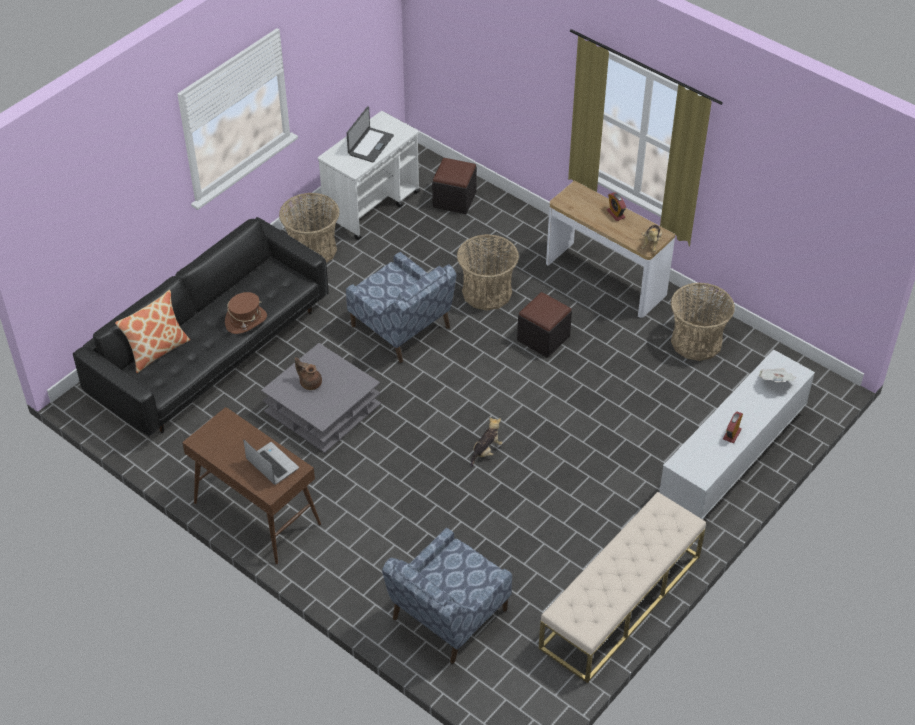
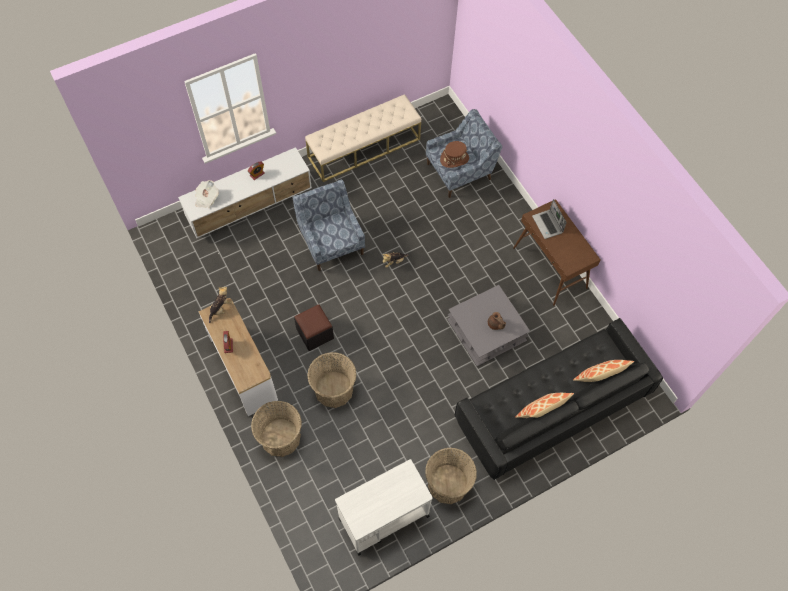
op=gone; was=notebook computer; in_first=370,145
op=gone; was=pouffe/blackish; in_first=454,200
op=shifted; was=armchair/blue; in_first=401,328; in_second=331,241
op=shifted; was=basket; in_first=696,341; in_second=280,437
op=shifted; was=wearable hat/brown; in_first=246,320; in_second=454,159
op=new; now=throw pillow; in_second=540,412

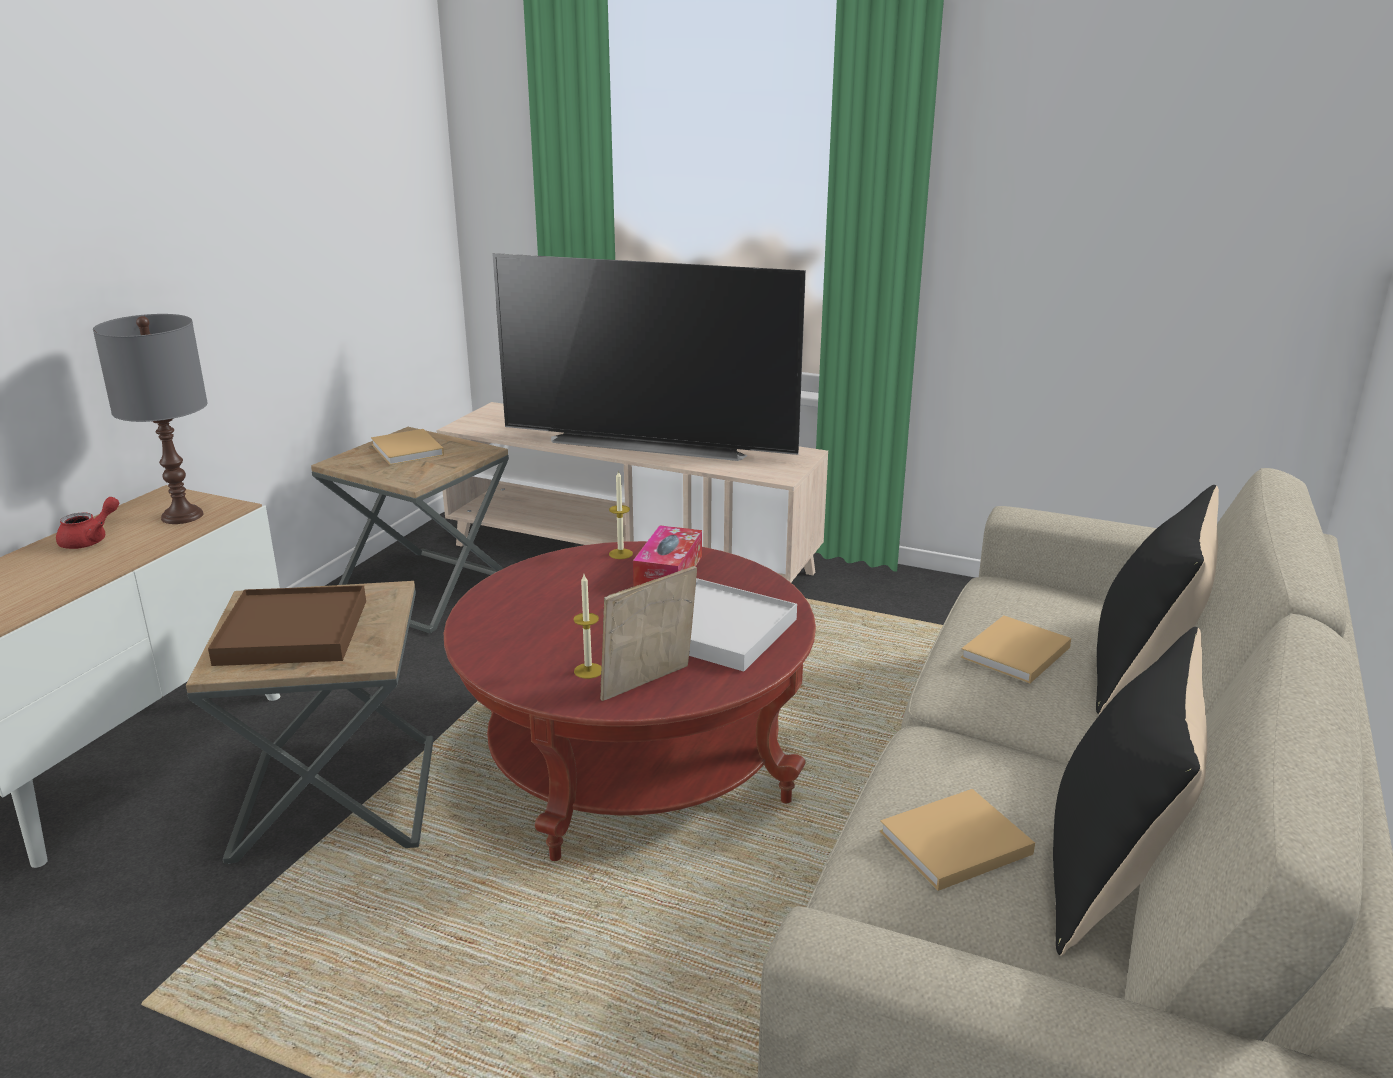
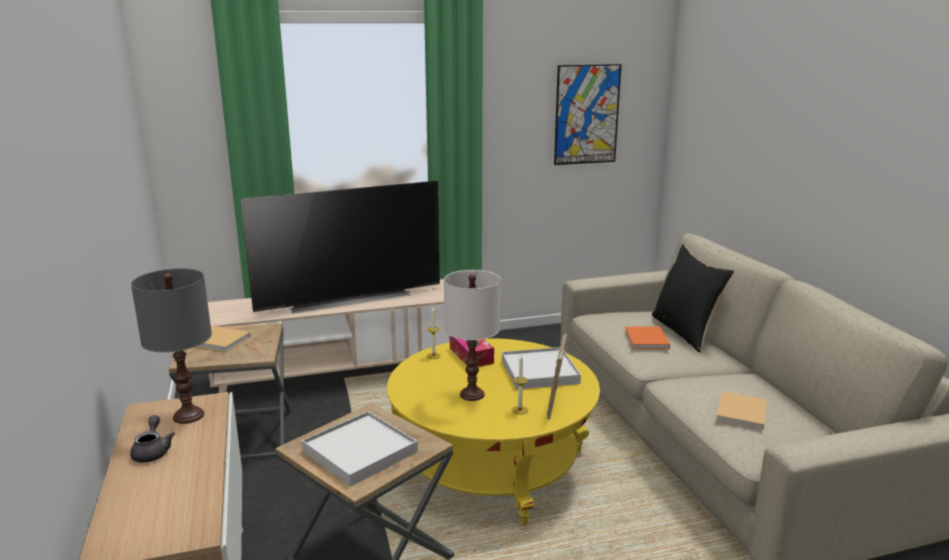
op=repainted; was=teapot/red-coloured; now=teapot/gray; in_first=90,540; in_second=152,451
op=repainted; was=low table/red-coloured; now=low table/yellow-coloured; in_first=634,762; in_second=492,467
op=repainted; was=carrying tray/brown; now=carrying tray/whitish; in_first=292,632; in_second=360,452
op=repainted; was=volume/beige; now=volume/orange; in_first=1014,654; in_second=646,340
op=gone; was=throw pillow/blackish; in_first=1111,873
op=new; now=wall art; in_second=586,115
op=new; now=table lamp/whitish; in_second=472,395

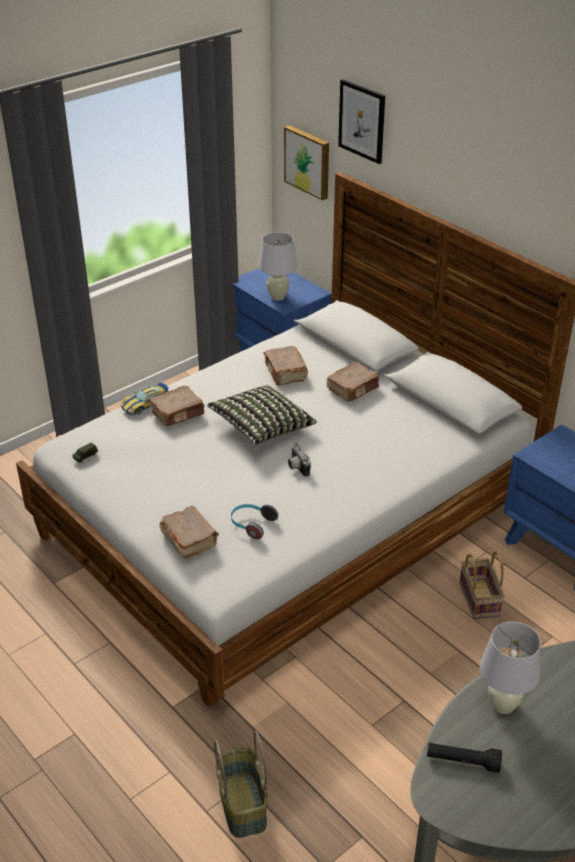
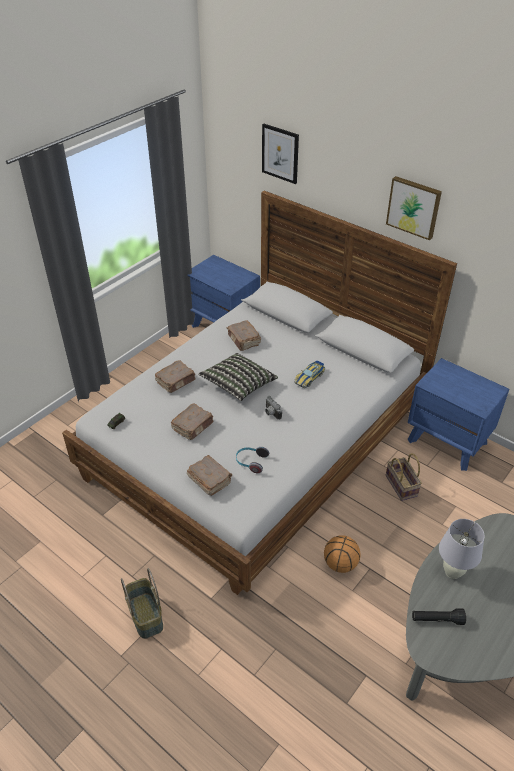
op=shifted; was=wall art; in_first=308,161; in_second=414,207
op=gone; was=table lamp/whitish; in_first=277,297
op=shifted; was=volume/brown; in_first=353,389; in_second=193,426
op=shifted; was=model car; in_first=146,403; in_second=309,377
op=shifted; was=basket; in_first=243,805; in_second=146,615
op=new; now=basketball ball; in_second=341,564

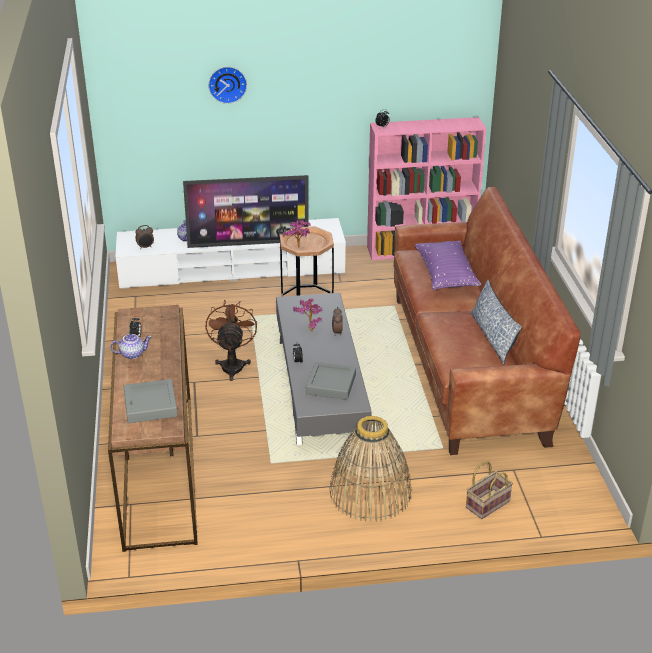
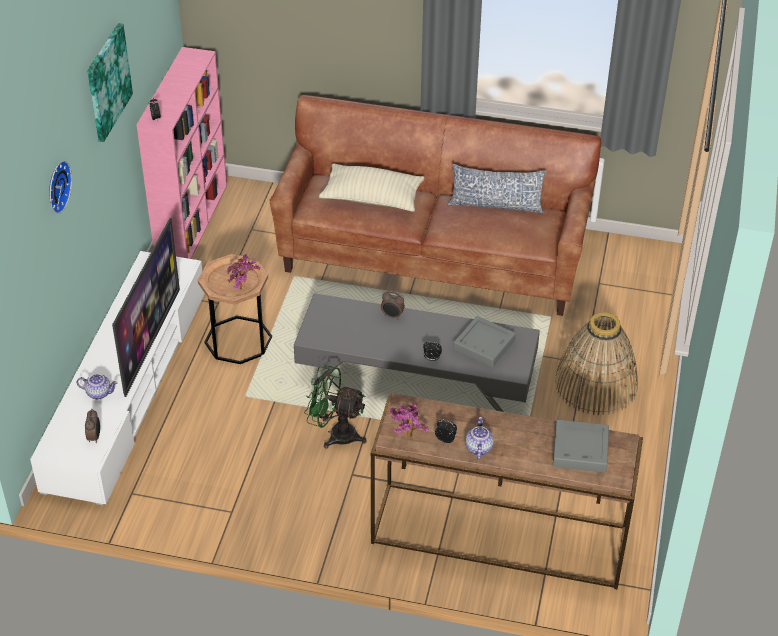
op=repainted; was=throw pillow/purple-coloured; now=throw pillow/beige; in_first=446,275; in_second=372,198
op=shifted; was=plant in a pot; in_first=309,330; in_second=406,439
op=repainted; was=cooling fan/brown; now=cooling fan/greenish; in_first=233,364; in_second=335,434
op=gone; was=basket; in_first=488,503
op=new; now=wall art; in_second=107,82

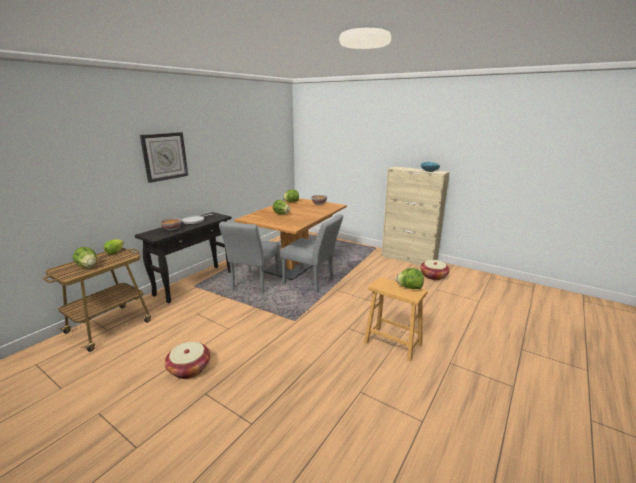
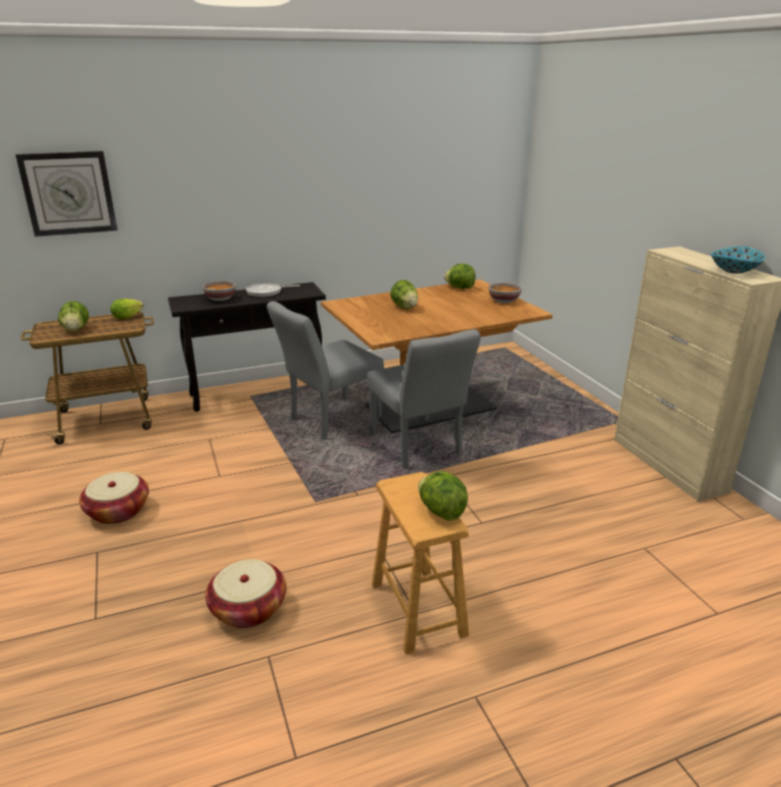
op=shifted; was=hanging clock; in_first=164,156; in_second=69,193
op=shifted; was=basket; in_first=433,276; in_second=248,609

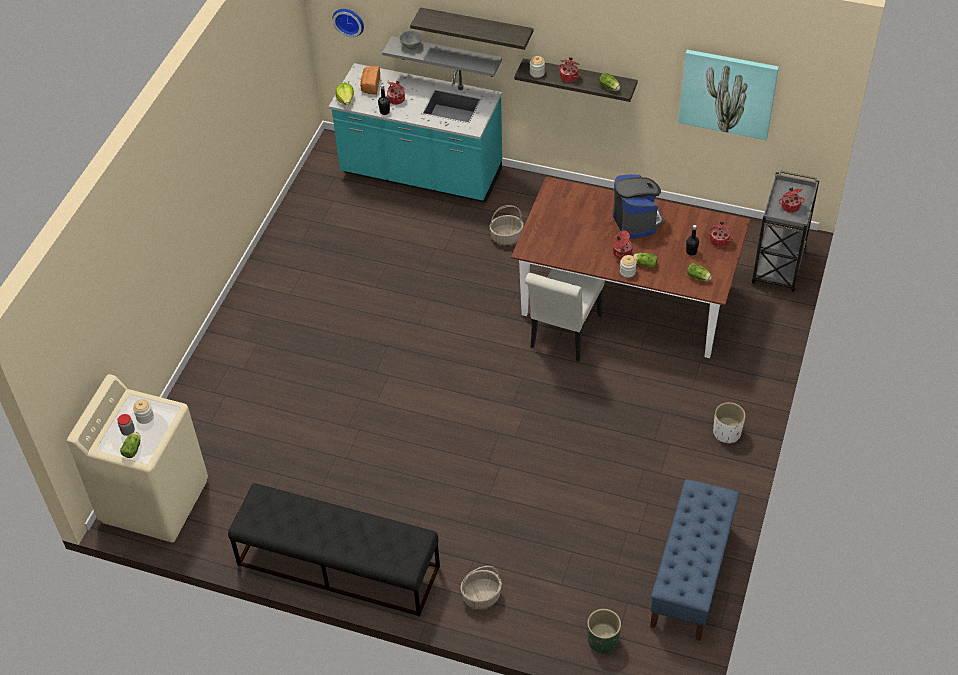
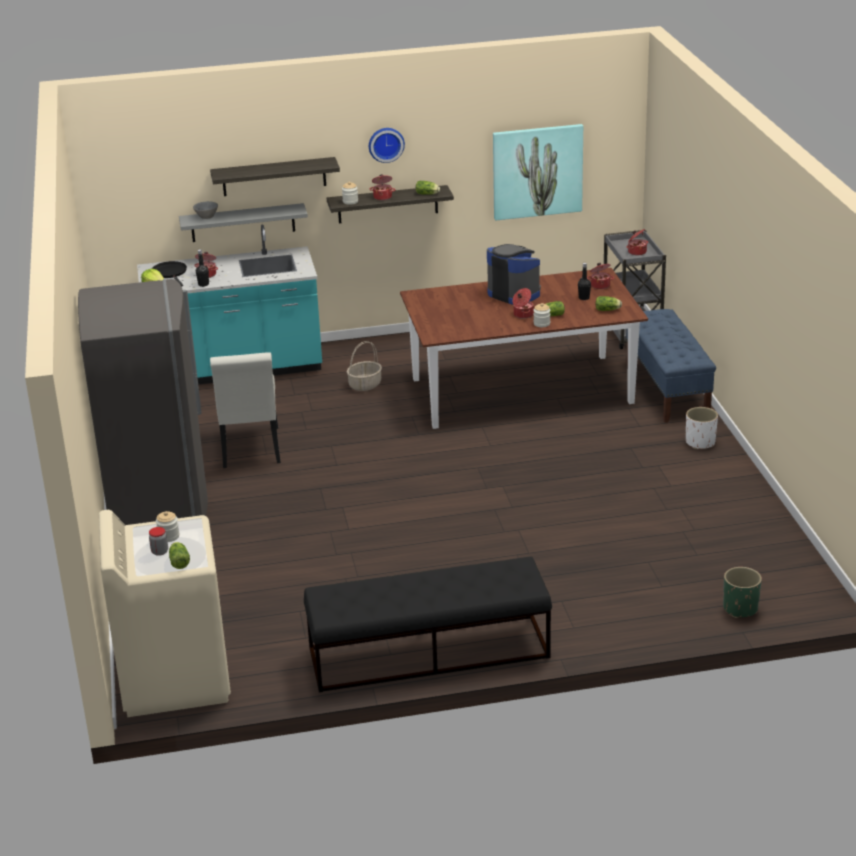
op=shifted; was=hanging clock; in_first=349,20; in_second=386,144
op=swapped; was=baked bread; now=skillet/blackish; in_first=370,86; in_second=170,273
op=shifted; was=chair/whitish; in_first=563,335; in_second=251,451
op=shifted; was=long seat/blue; in_first=691,576; in_second=667,390
op=gone; was=basket; in_first=481,596
op=new; now=fridge/gray; in_second=157,504

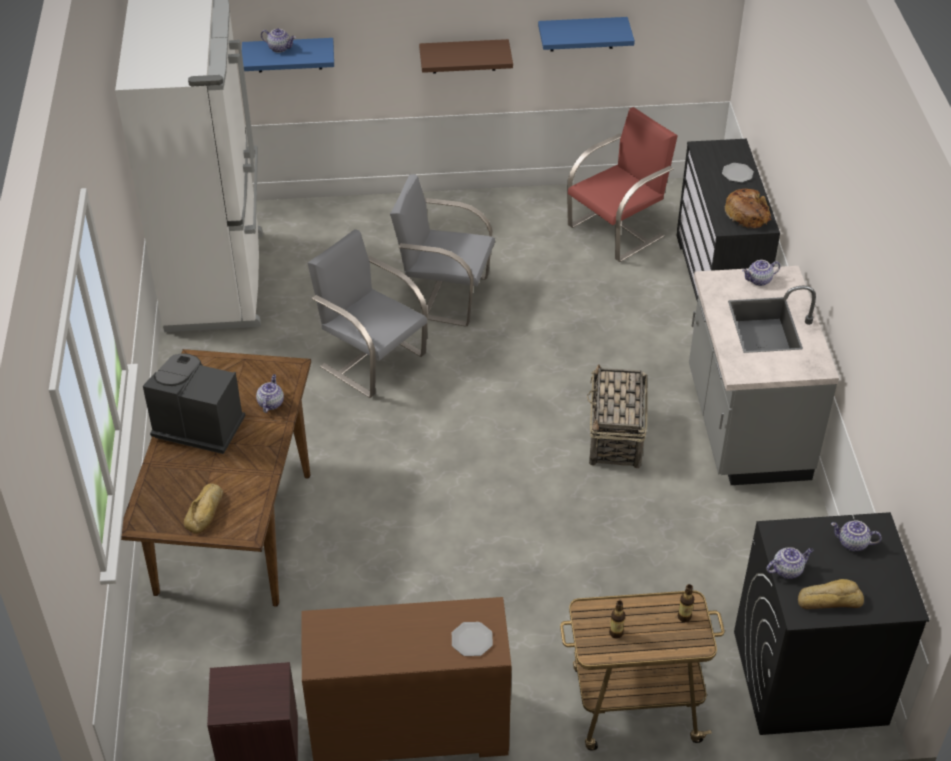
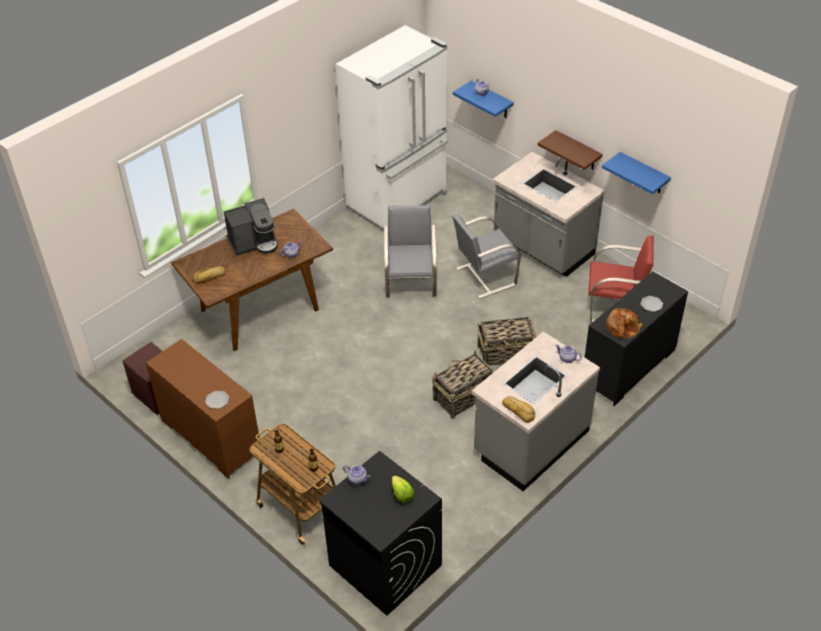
op=rotated; was=chair/gray; in_first=444,295; in_second=484,277; clockwise=-90
op=rotated; was=coffee machine; in_first=198,426; in_second=254,243; clockwise=90
op=swapped; was=teapot; now=lettuce; in_first=852,544; in_second=402,494
op=shifted; was=baked bread; in_first=829,599; in_second=518,410
op=new; now=kitchen base unit/gray; in_second=542,248
op=new; now=basket; in_second=506,353

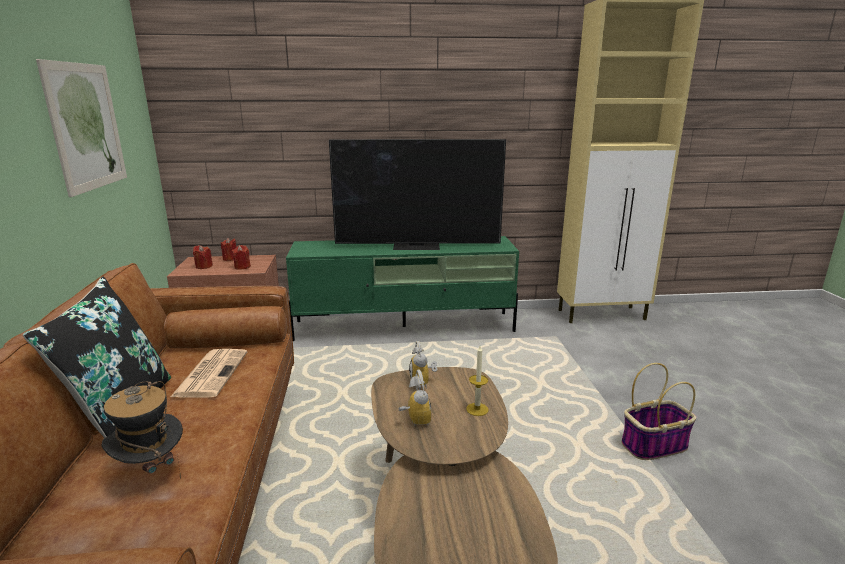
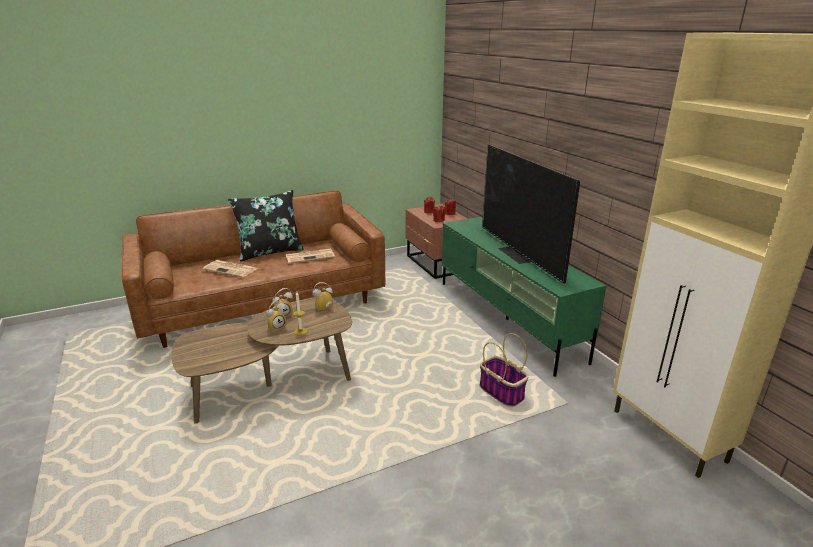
op=gone; was=wall art; in_first=86,126
op=shifted; was=basket; in_first=654,445; in_second=502,392
op=swapped; was=wearable hat; now=printed paper; in_first=151,470; in_second=231,269
op=new; now=bedside clock; in_second=276,327

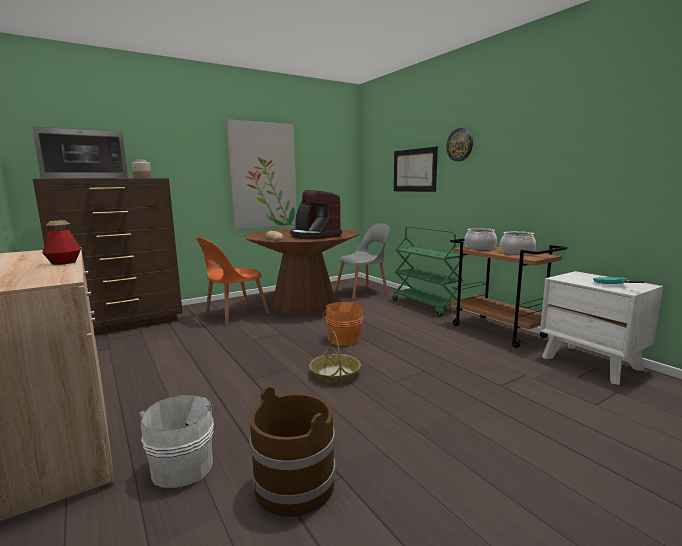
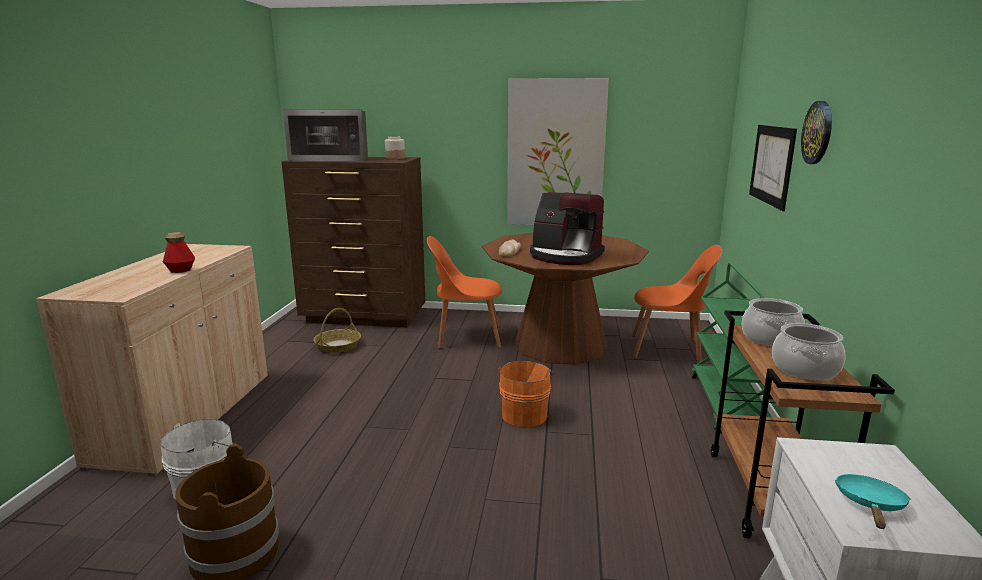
op=rotated; was=coffee machine; in_first=314,236; in_second=565,256; clockwise=-60
op=repainted; was=chair/gray; now=chair/orange; in_first=363,292; in_second=669,349
op=shifted; was=basket; in_first=335,374; in_second=338,346

